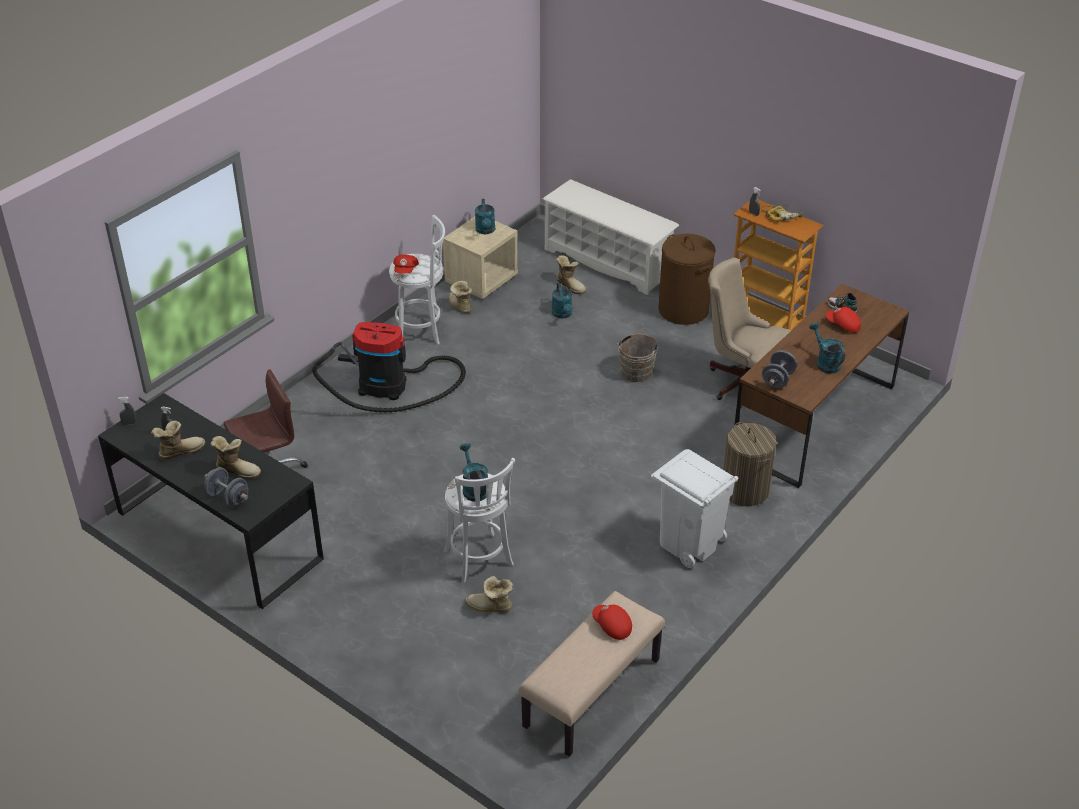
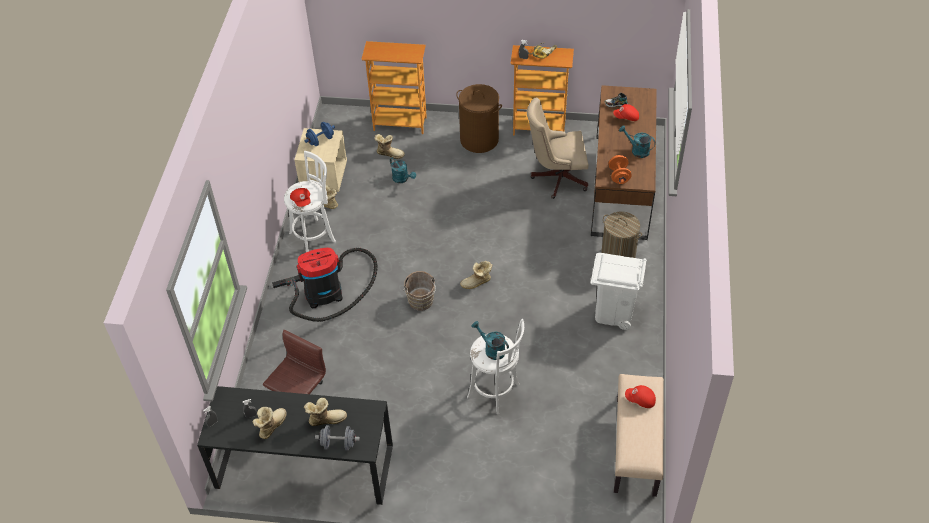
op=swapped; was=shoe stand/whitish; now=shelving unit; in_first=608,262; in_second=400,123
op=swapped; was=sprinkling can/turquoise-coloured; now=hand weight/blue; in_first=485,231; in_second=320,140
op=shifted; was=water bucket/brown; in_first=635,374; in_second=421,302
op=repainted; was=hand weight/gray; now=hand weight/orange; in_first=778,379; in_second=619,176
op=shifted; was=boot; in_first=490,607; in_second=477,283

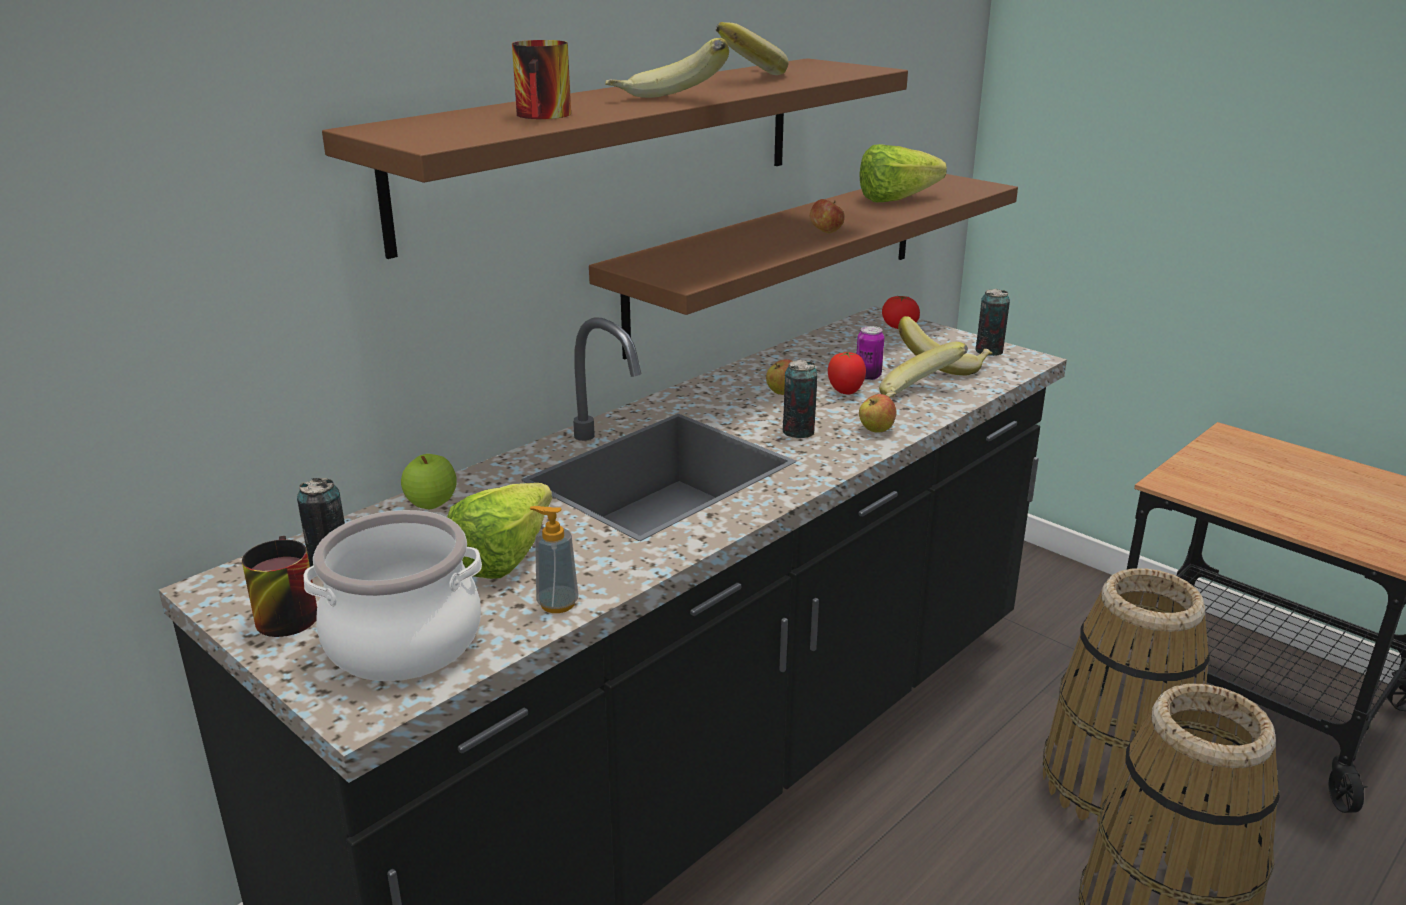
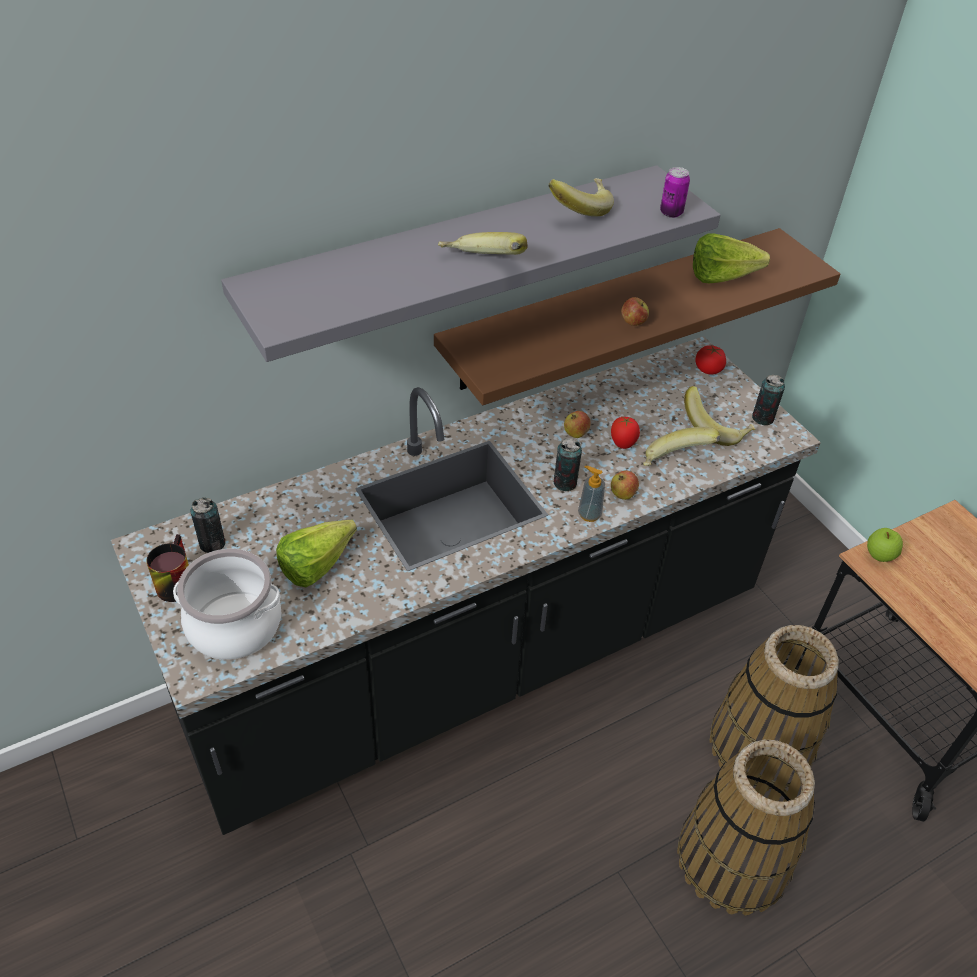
op=gone; was=tea mug; in_first=547,116
op=repainted; was=bracket shelf/brown; now=bracket shelf/gray; in_first=609,147; in_second=457,256
op=shifted; was=metal can; in_first=868,376; in_second=671,213
op=shifted; was=whole apple; in_first=431,505; in_second=879,555
op=shifted; was=liquid soap bottle; in_first=557,604; in_second=589,514

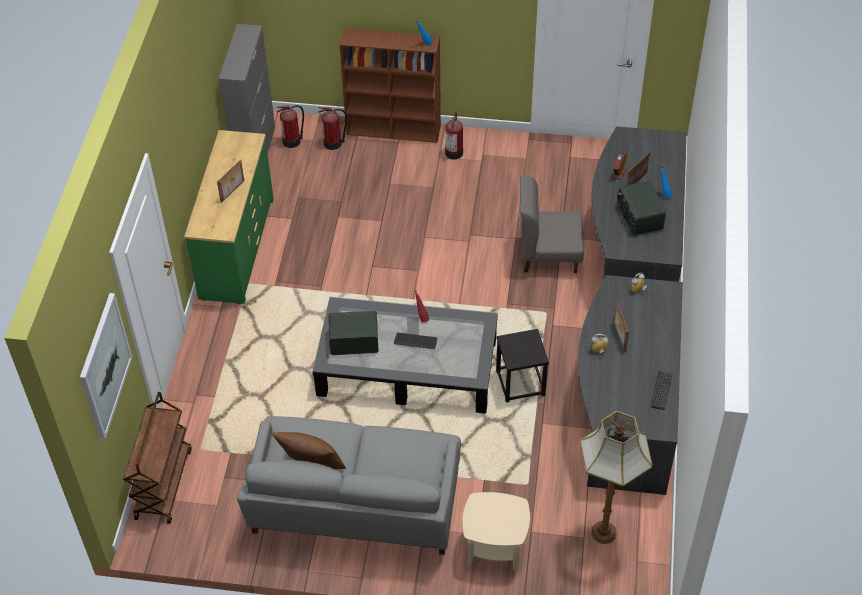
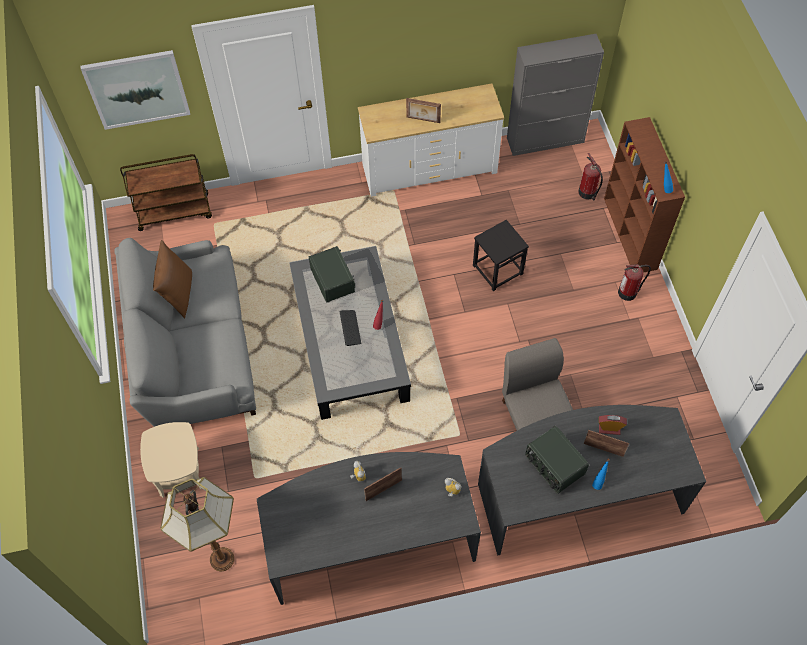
op=gone; was=extinguisher; in_first=292,141
op=repainted; was=dresser/greenish; now=dresser/whitish; in_first=236,248; in_second=429,168
op=rotated; was=radio set; in_first=639,217; in_second=553,465; clockwise=-90
op=shifted; was=sitting stool/blackish; in_first=520,383; in_second=497,269
op=gone; was=computer keyboard; in_first=661,390

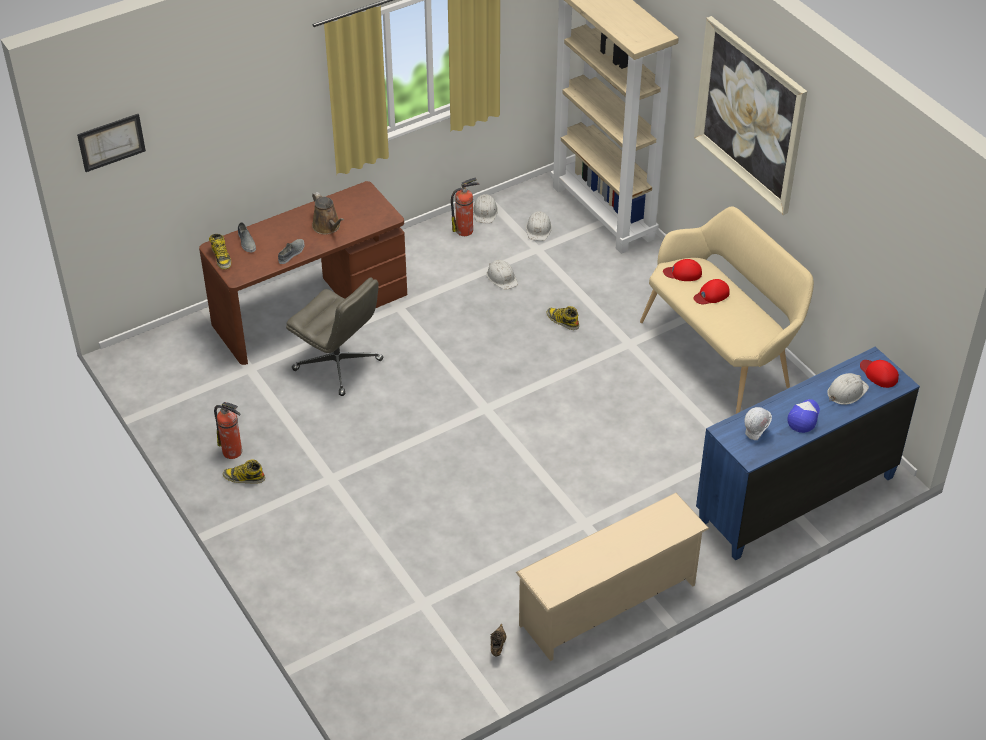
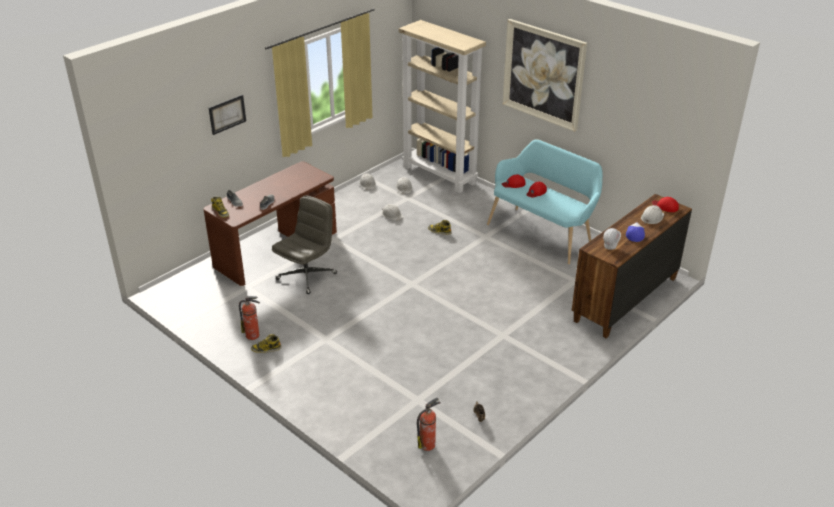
op=shifted; was=wall art; in_first=111,142; in_second=227,114
op=shifted; was=extinguisher; in_first=465,230; in_second=428,444
op=gone; was=sprinkling can/brown; in_first=328,227
op=repainted; was=long seat/beige; now=long seat/turquoise-coloured; in_first=721,353; in_second=543,233
op=rotated; was=computer chair/gray; in_first=339,365; in_second=307,276; clockwise=-75
op=repainted; was=dresser/blue; now=dresser/brown; in_first=795,498; in_second=625,299
op=gone; was=shoe stand/beige; in_first=609,606

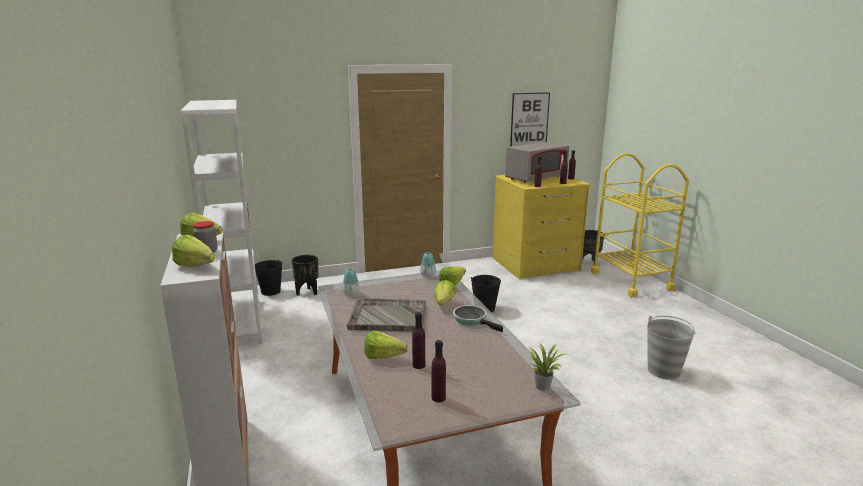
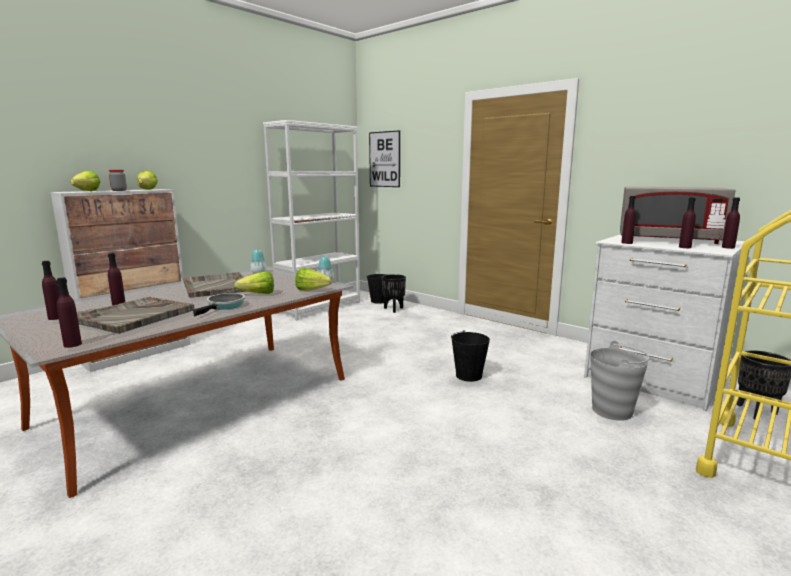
op=shifted; was=wall art; in_first=529,120; in_second=384,159
op=repainted; was=dresser/yellow-coloured; now=dresser/whitish; in_first=536,265; in_second=653,377
op=shifted; was=water bucket/gray; in_first=664,370; in_second=612,411
op=gone; was=lettuce; in_first=386,358
op=swapped; was=plant in a pot; now=bottle/purple-coloured; in_first=542,385; in_second=72,344
op=new; now=carrying tray/gray; in_second=134,316

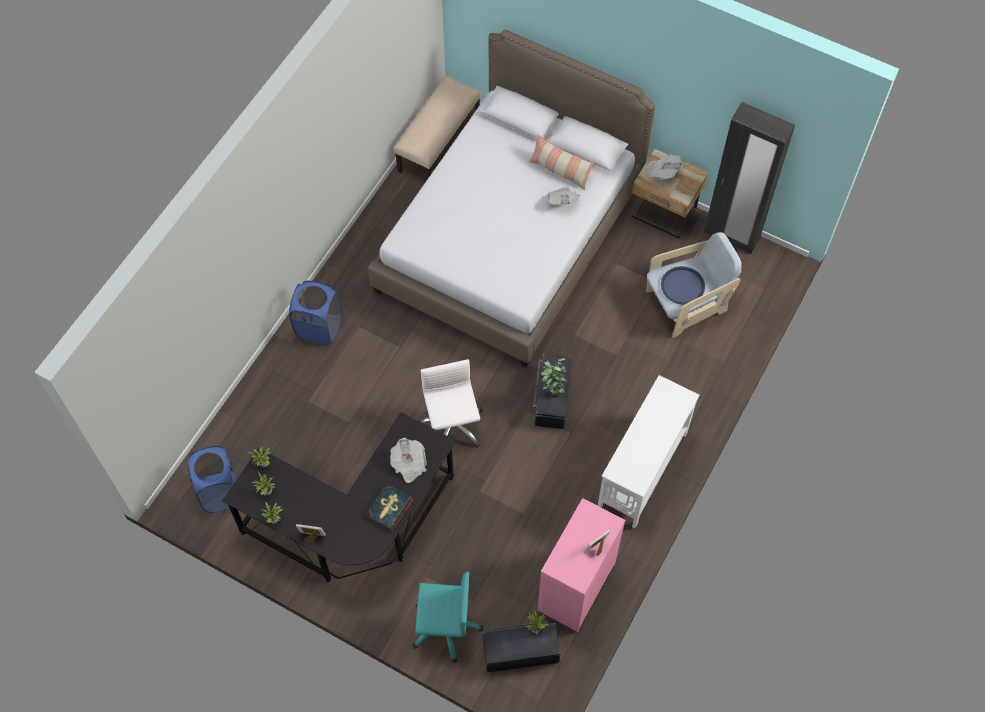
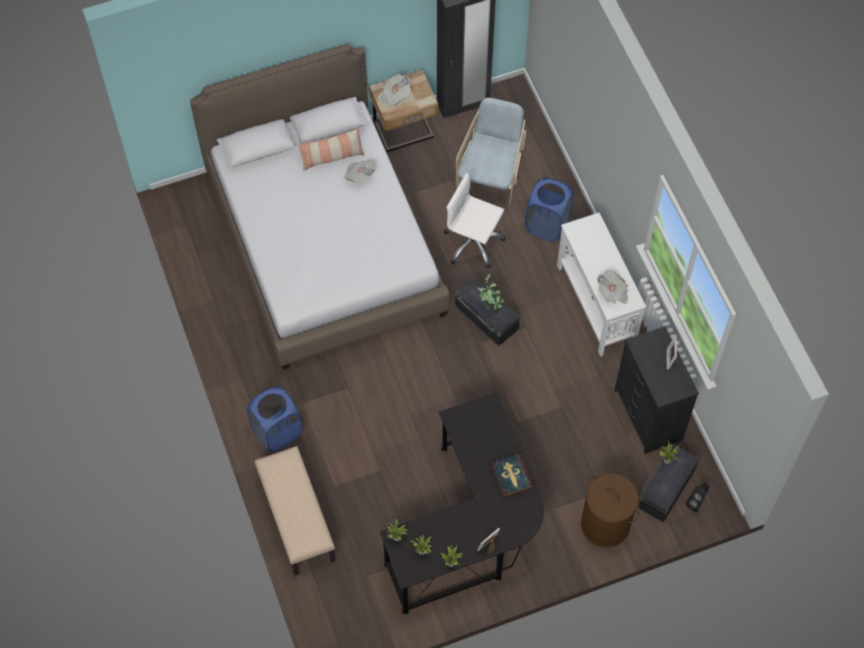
op=shifted; was=long seat/beige; in_first=438,143; in_second=296,519
op=gone; was=carrying tray/blue; in_first=682,286
op=shifted; was=computer chair/whitish; in_first=452,426; in_second=473,244
op=shifted; was=printed paper; in_first=409,464; in_second=612,293
op=shifted; was=laundry basket/blue; in_first=220,492; in_second=547,225
op=repainted; was=dresser/pink; now=dresser/blackish; in_first=576,586; in_second=647,415
op=swapped; was=computer chair/turquoise-coloured; now=laundry basket/brown; in_first=445,626; in_second=605,524
op=new; now=audio speaker/blackish; in_second=696,502

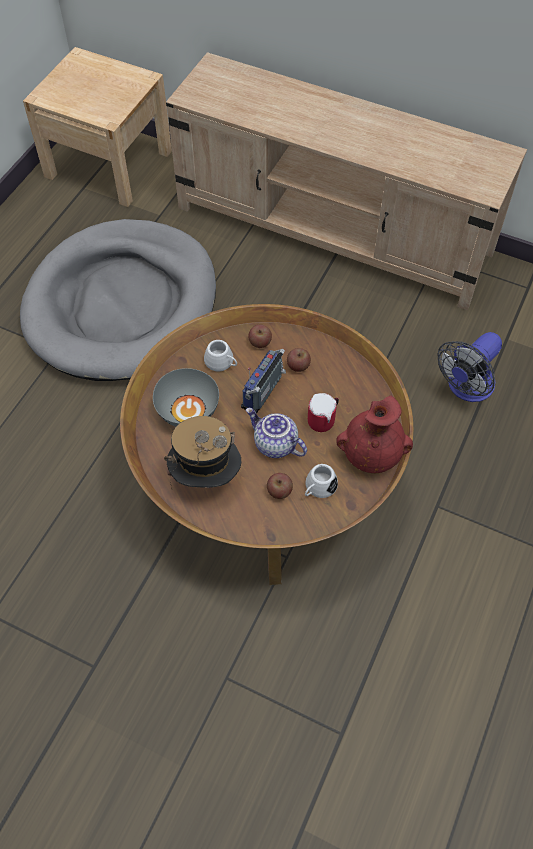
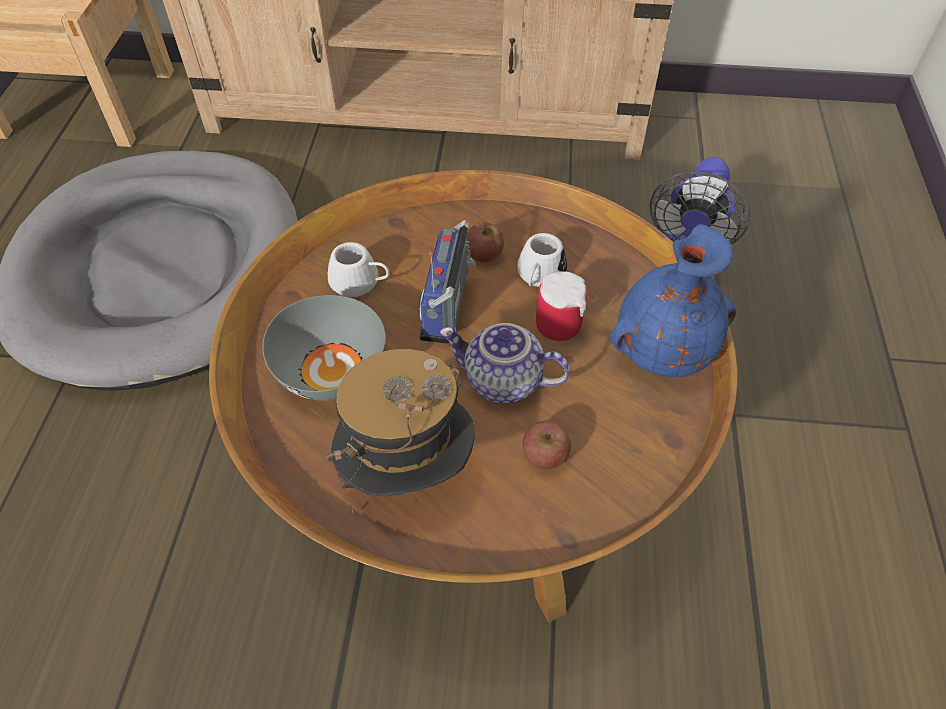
op=gone; was=whole apple; in_first=260,342
op=repainted; was=vase/red-coloured; now=vase/blue; in_first=371,454; in_second=662,350
op=shifted; was=tea mug/whitish; in_first=318,488; in_second=539,276

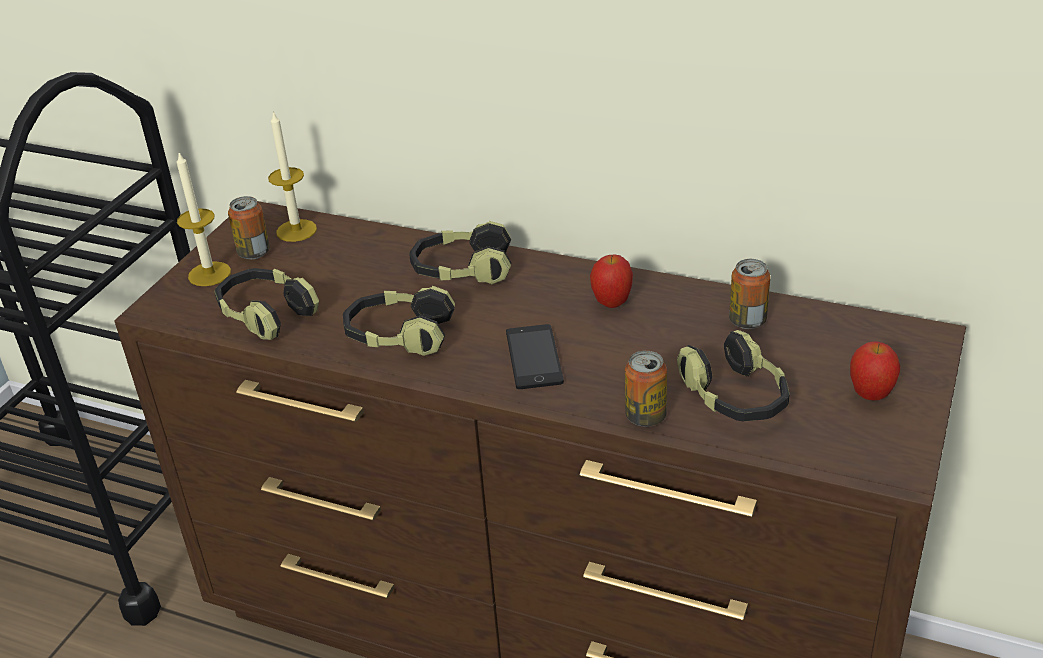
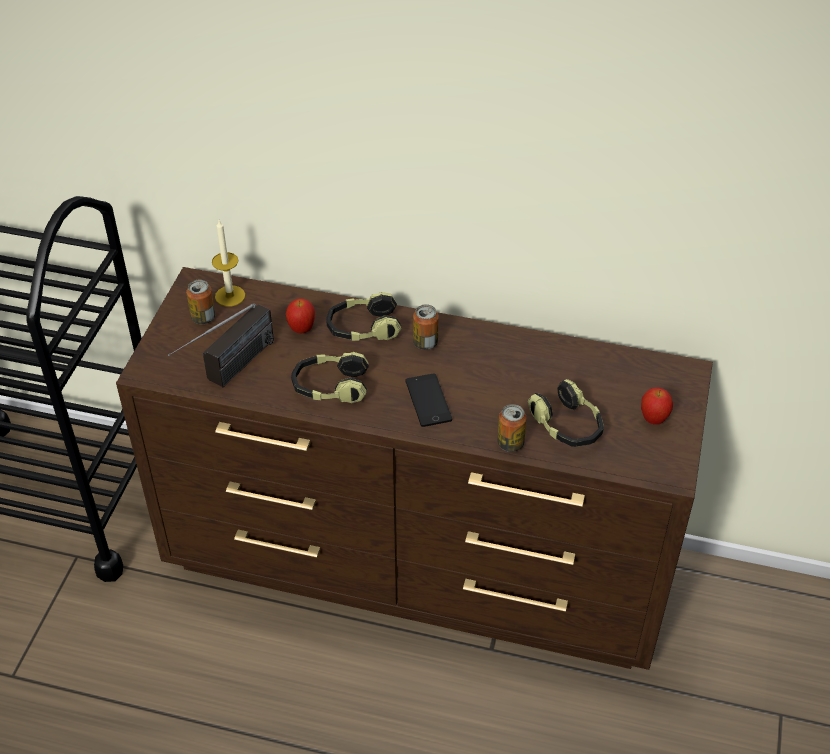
op=gone; was=wax light; in_first=209,274
op=shifted; was=whole apple; in_first=611,303; in_second=301,329
op=shifted; was=metal can; in_first=747,321; in_second=425,343
op=swapped; was=headphones; now=radio set; in_first=266,315; in_second=228,373

